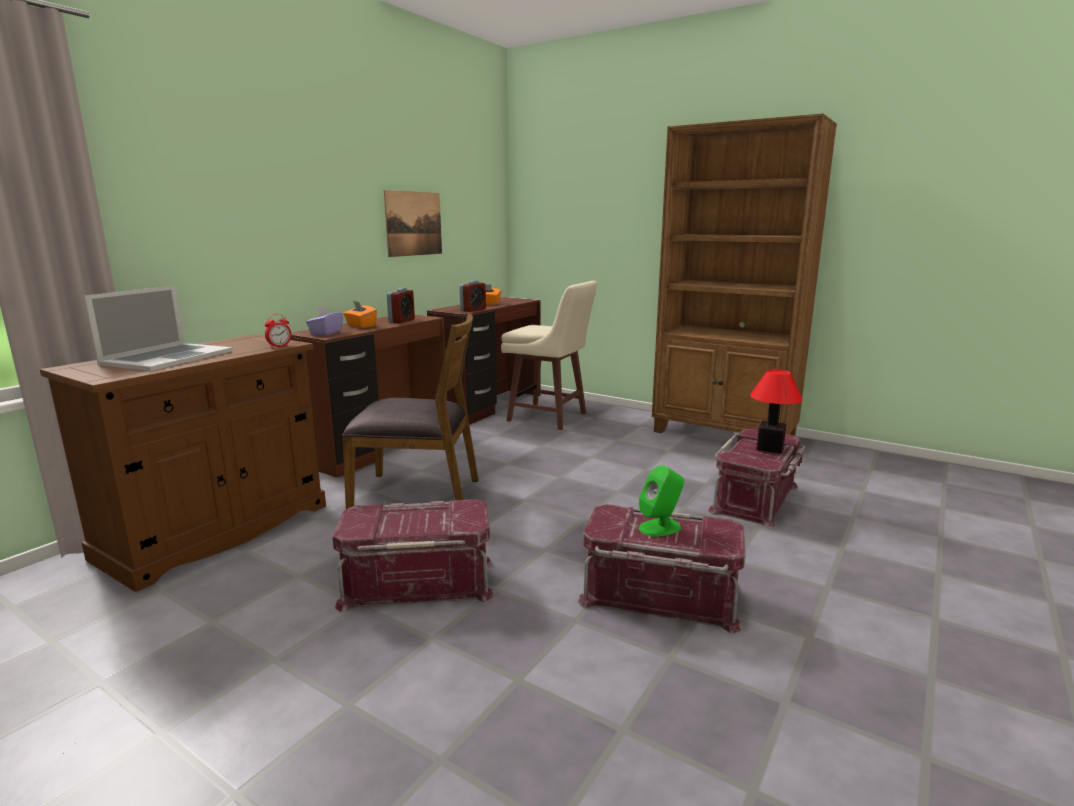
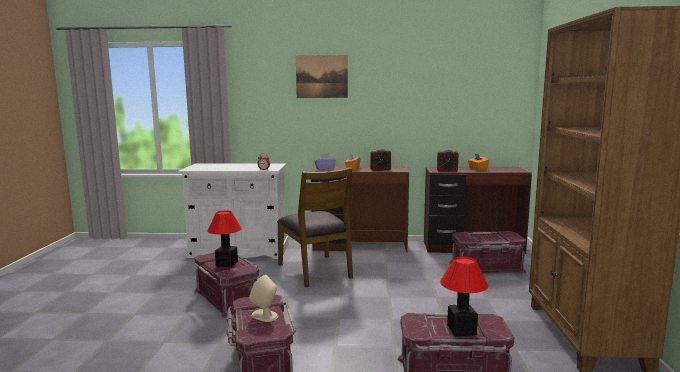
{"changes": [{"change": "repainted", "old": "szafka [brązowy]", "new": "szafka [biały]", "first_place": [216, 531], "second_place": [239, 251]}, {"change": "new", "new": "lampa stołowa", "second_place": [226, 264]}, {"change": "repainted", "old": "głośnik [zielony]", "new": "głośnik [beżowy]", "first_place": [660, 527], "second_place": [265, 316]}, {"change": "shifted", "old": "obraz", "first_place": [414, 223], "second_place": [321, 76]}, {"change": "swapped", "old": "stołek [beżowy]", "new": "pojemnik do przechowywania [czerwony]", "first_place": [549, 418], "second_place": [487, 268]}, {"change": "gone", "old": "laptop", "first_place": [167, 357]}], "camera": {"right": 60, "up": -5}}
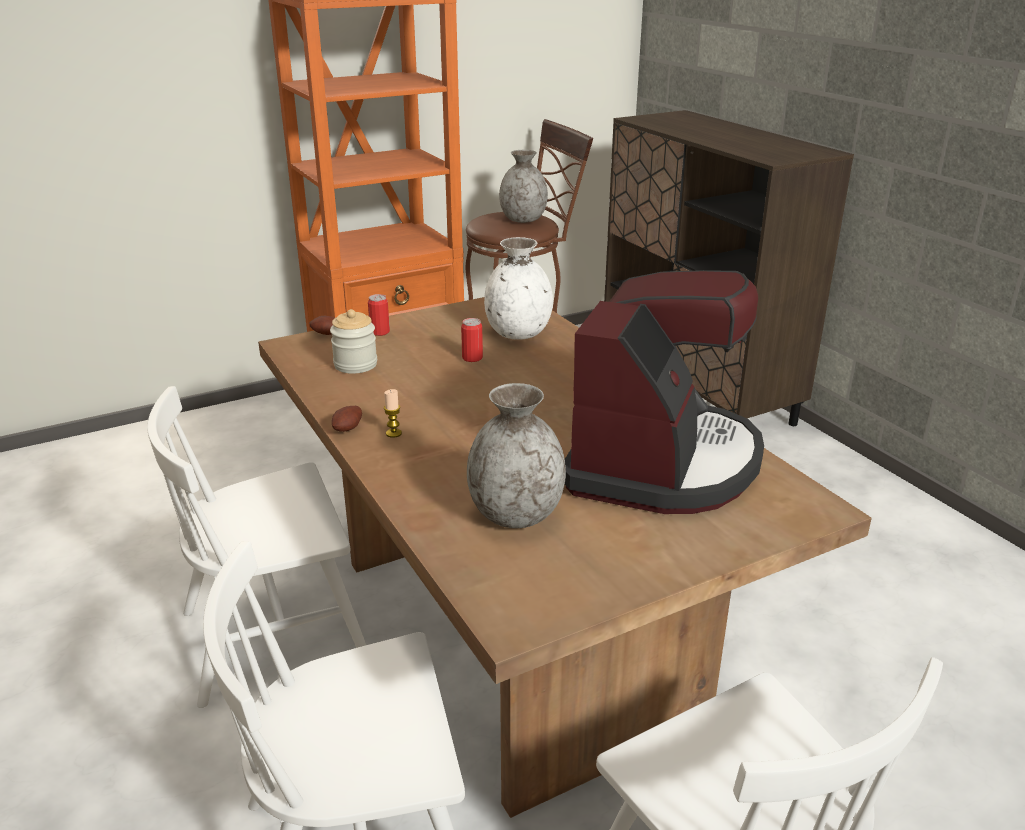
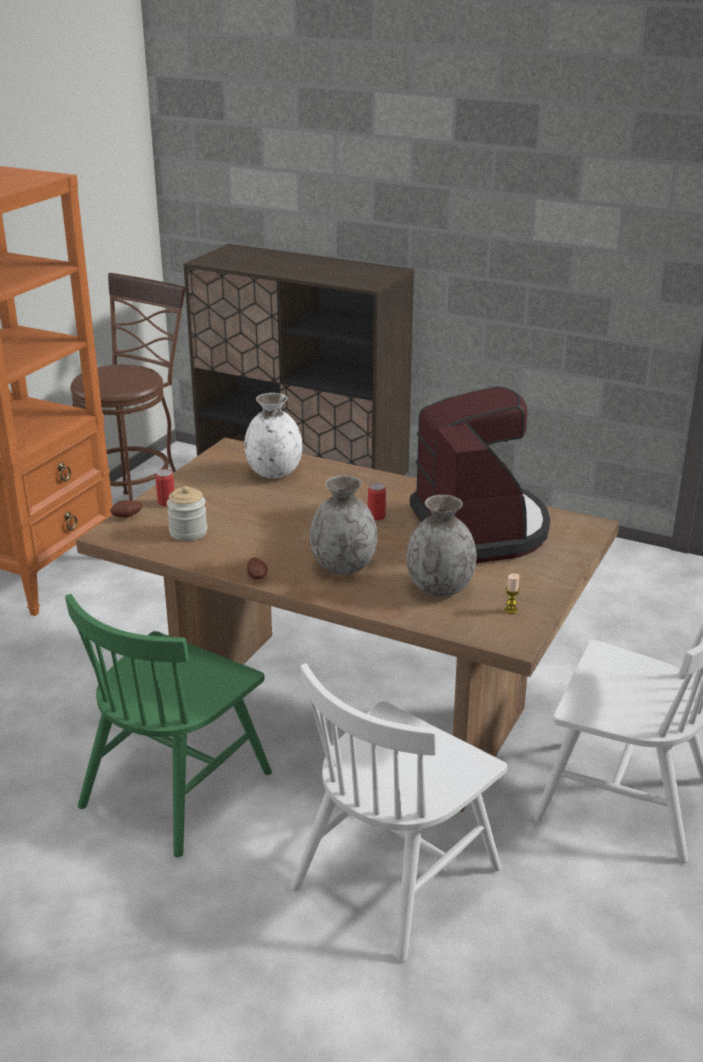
{"changes": [{"change": "repainted", "old": "krzesło [biały]", "new": "krzesło [zielony]", "first_place": [276, 635], "second_place": [176, 788]}, {"change": "shifted", "old": "wazon [szary]", "first_place": [523, 220], "second_place": [343, 566]}, {"change": "shifted", "old": "puszka", "first_place": [472, 358], "second_place": [376, 516]}, {"change": "shifted", "old": "świeca", "first_place": [393, 433], "second_place": [510, 610]}], "camera": {"right": -35, "up": 0}}
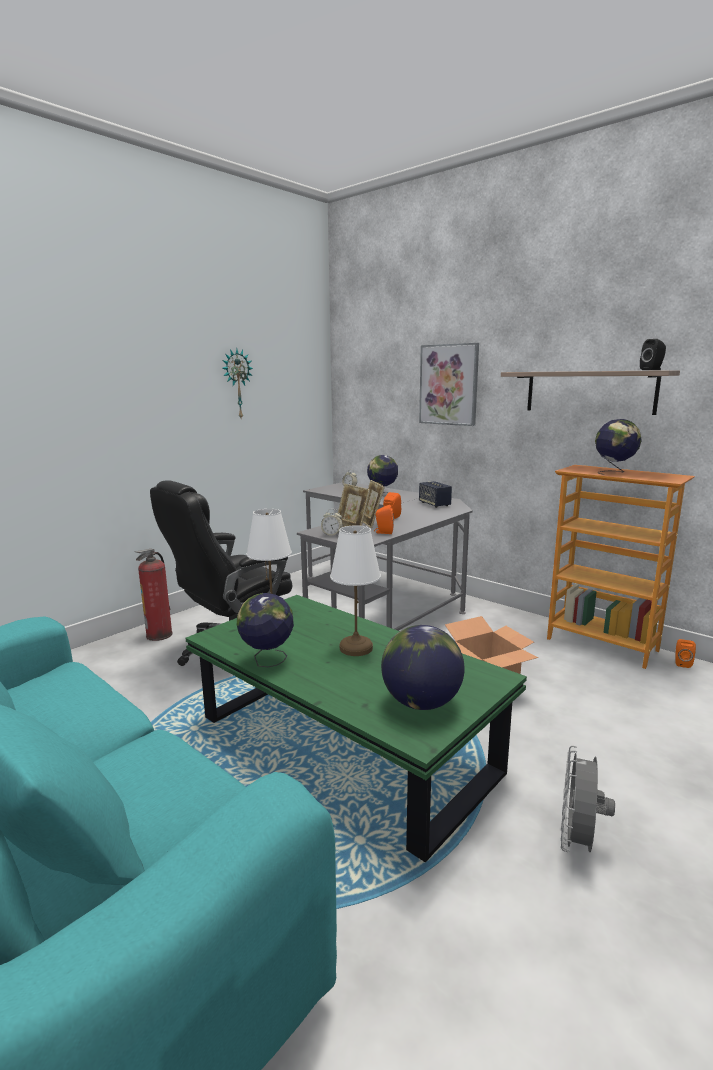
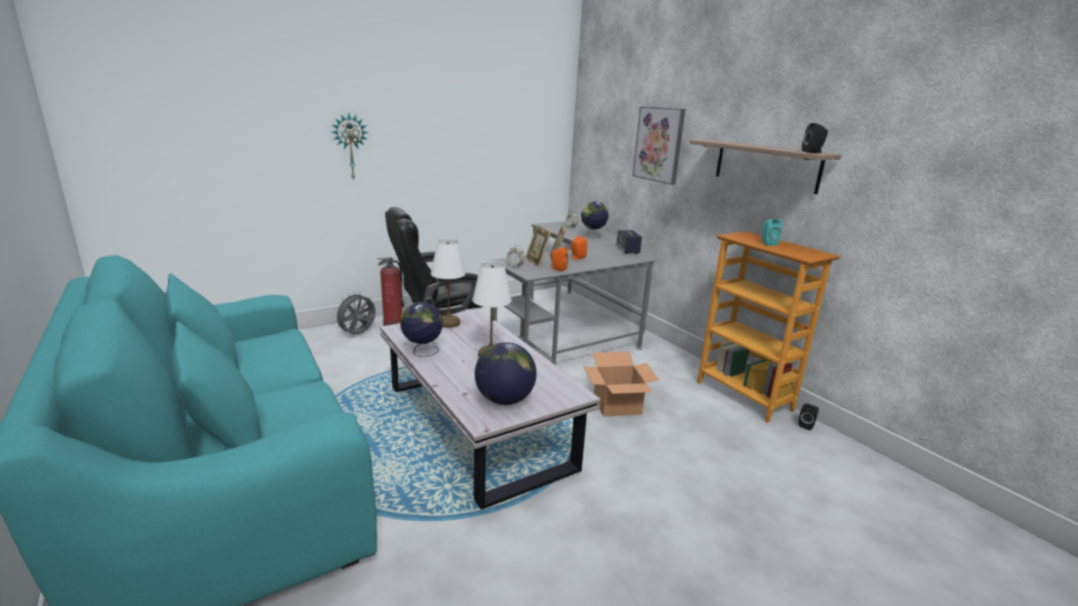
{"changes": [{"change": "shifted", "old": "zegar ścienny", "first_place": [237, 384], "second_place": [350, 147]}, {"change": "shifted", "old": "wentylator [szary]", "first_place": [577, 842], "second_place": [358, 334]}, {"change": "repainted", "old": "ława [zielony]", "new": "ława [biały]", "first_place": [344, 744], "second_place": [476, 425]}, {"change": "swapped", "old": "globus", "new": "głośnik [turkusowy]", "first_place": [614, 472], "second_place": [767, 243]}, {"change": "repainted", "old": "głośnik [pomarańczowy]", "new": "głośnik [czarny]", "first_place": [682, 663], "second_place": [806, 425]}], "camera": {"right": 15, "up": 5}}
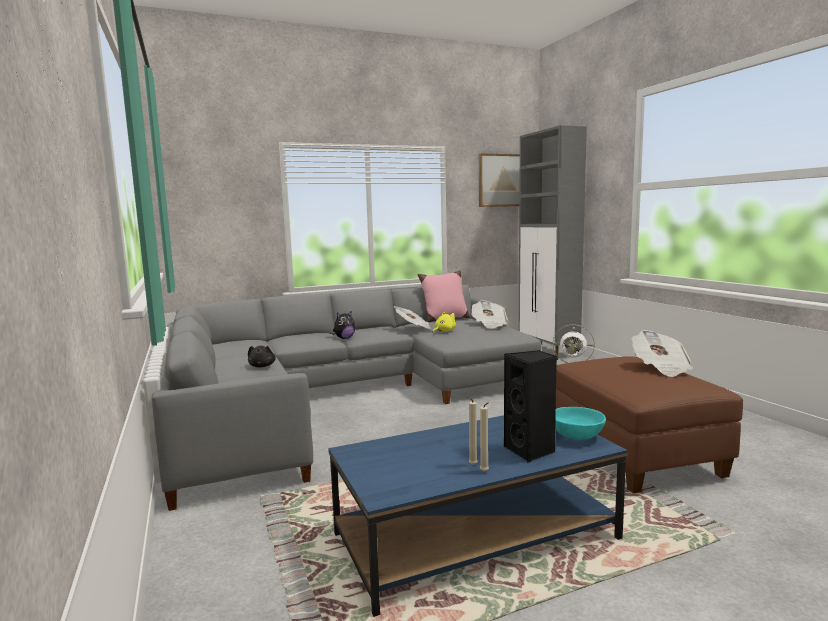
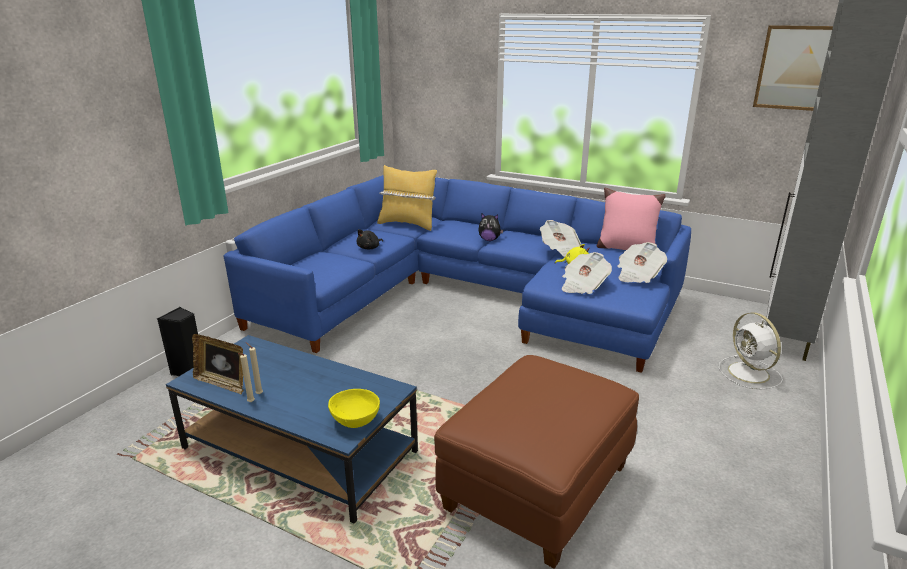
{"changes": [{"change": "shifted", "old": "głośnik [czarny]", "first_place": [531, 451], "second_place": [189, 371]}, {"change": "new", "new": "ramka na zdjęcie", "second_place": [222, 383]}, {"change": "repainted", "old": "kanapa [szary]", "new": "kanapa [niebieski]", "first_place": [340, 398], "second_place": [467, 295]}, {"change": "repainted", "old": "miska [turkusowy]", "new": "miska [żółty]", "first_place": [577, 436], "second_place": [355, 421]}, {"change": "new", "new": "poduszka [żółty]", "second_place": [407, 224]}, {"change": "shifted", "old": "gazeta", "first_place": [660, 368], "second_place": [583, 286]}], "camera": {"right": 50, "up": 15}}
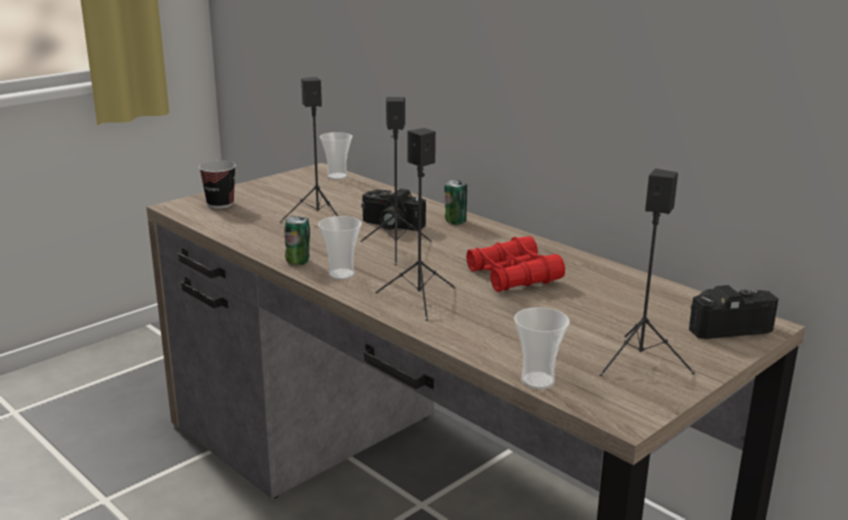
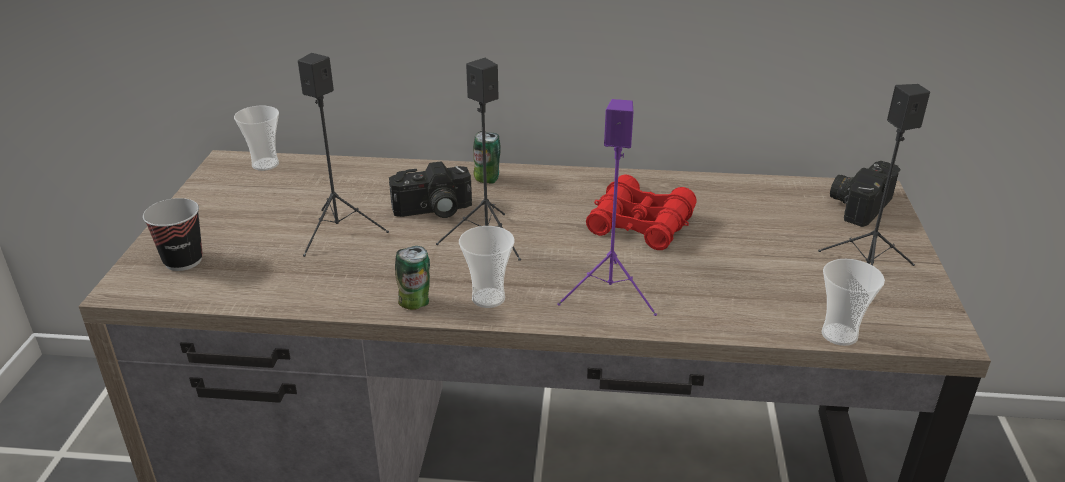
{"changes": [{"change": "repainted", "old": "głośnik [czarny]", "new": "głośnik [fioletowy]", "first_place": [419, 300], "second_place": [611, 293]}], "camera": {"right": -40, "up": 10}}
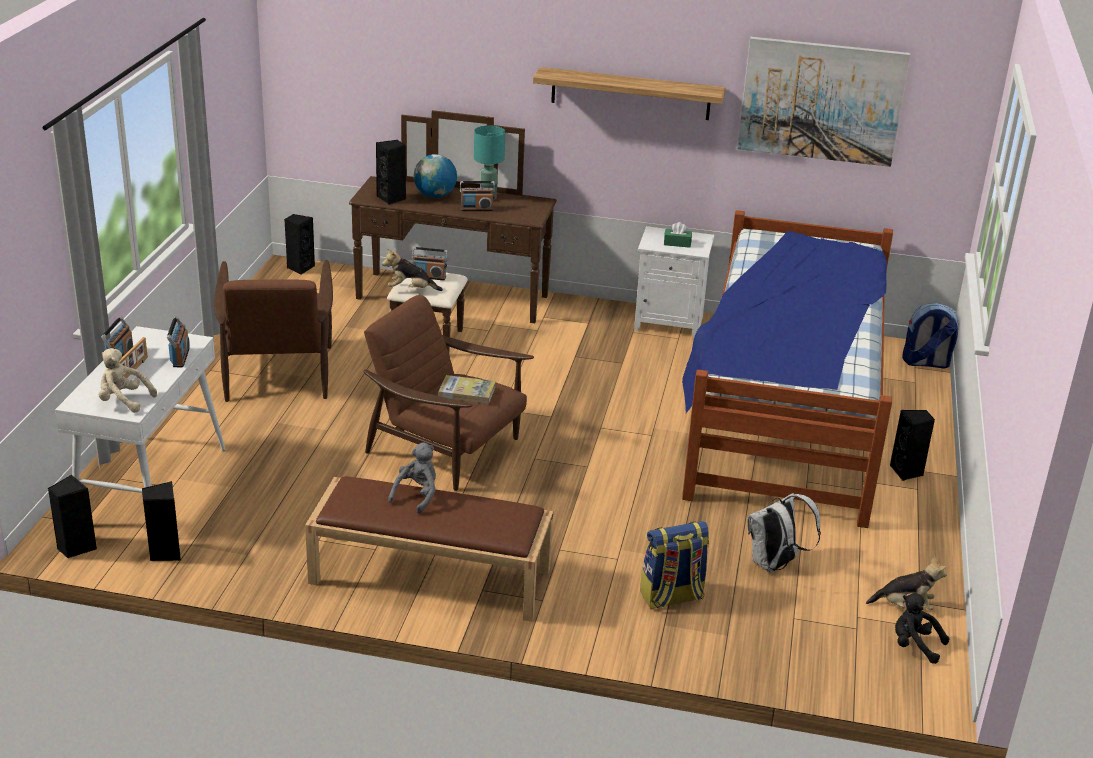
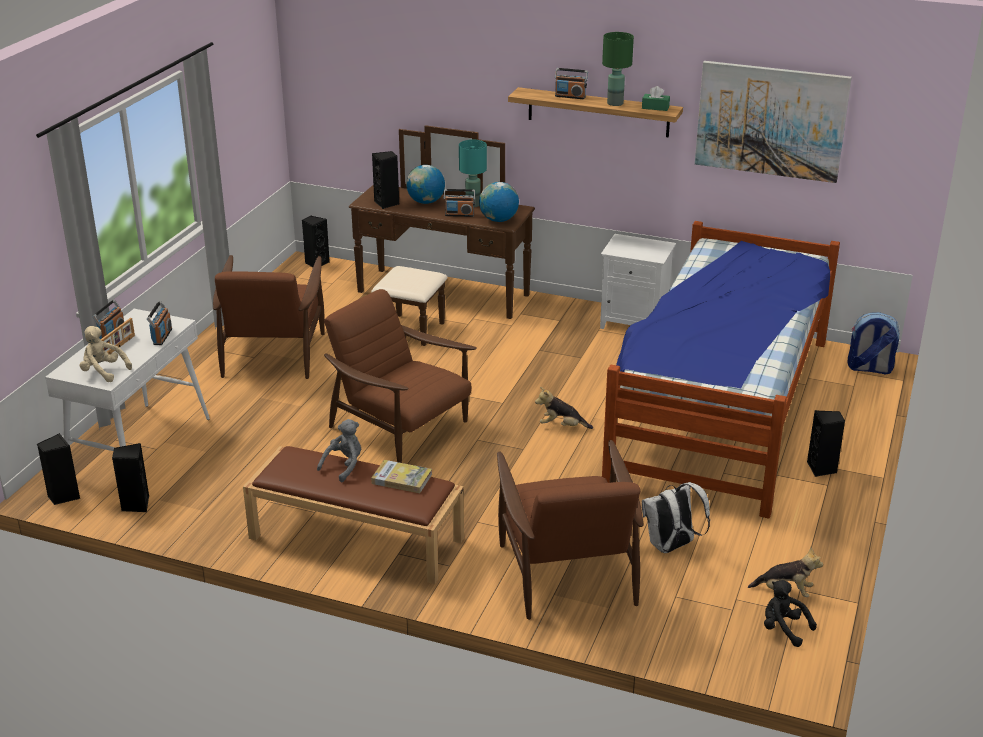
{"changes": [{"change": "shifted", "old": "książka", "first_place": [467, 392], "second_place": [401, 479]}, {"change": "new", "new": "globus", "second_place": [498, 220]}, {"change": "swapped", "old": "plecak", "new": "fotel [brązowy]", "first_place": [671, 597], "second_place": [567, 570]}, {"change": "shifted", "old": "pluszak", "first_place": [410, 290], "second_place": [562, 426]}, {"change": "shifted", "old": "radio", "first_place": [429, 277], "second_place": [570, 96]}, {"change": "new", "new": "lampa stołowa [zielony]", "second_place": [614, 103]}, {"change": "shifted", "old": "pudełko chusteczek [zielony]", "first_place": [677, 243], "second_place": [655, 107]}], "camera": {"right": 10, "up": 0}}
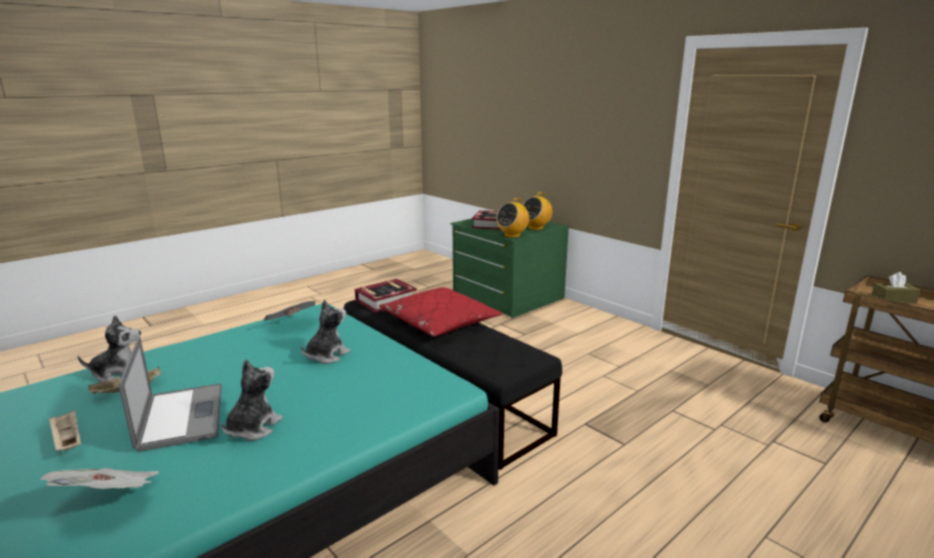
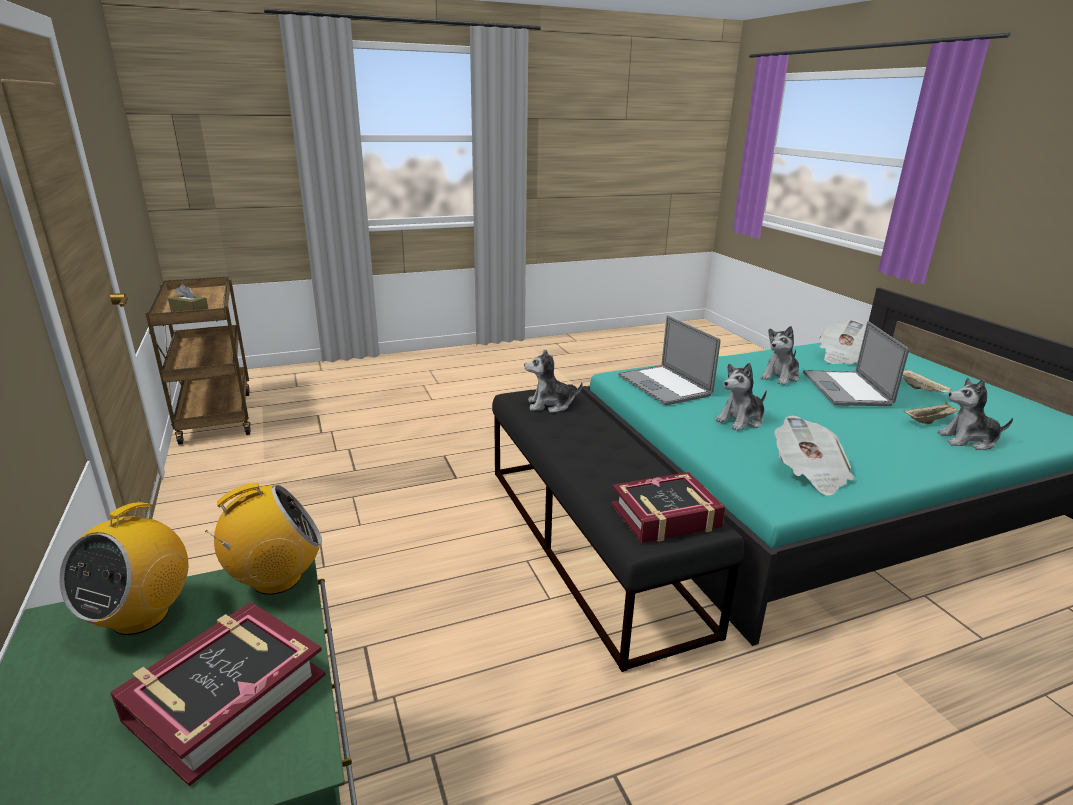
{"changes": [{"change": "rotated", "old": "radio", "first_place": [536, 228], "second_place": [141, 616], "degrees": 135}, {"change": "new", "new": "pluszak", "second_place": [550, 405]}, {"change": "new", "new": "laptop", "second_place": [664, 385]}, {"change": "gone", "old": "poduszka [czerwony]", "first_place": [440, 322]}], "camera": {"right": -160, "up": 5}}
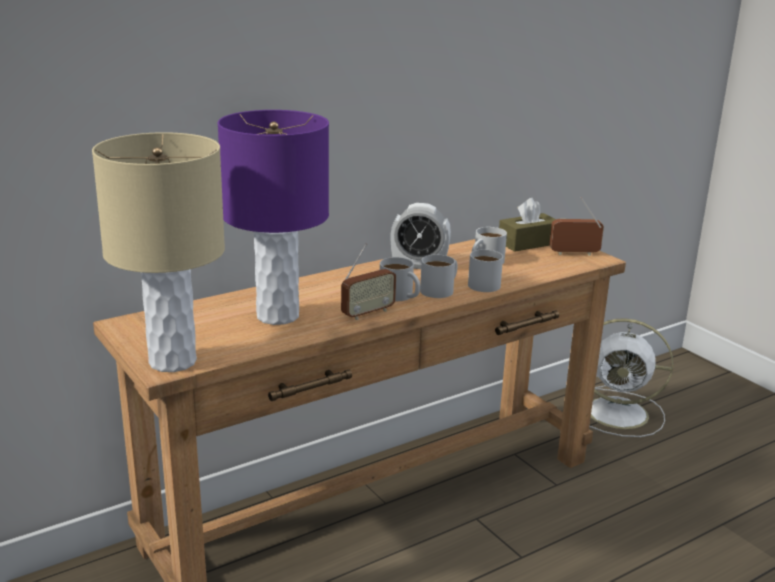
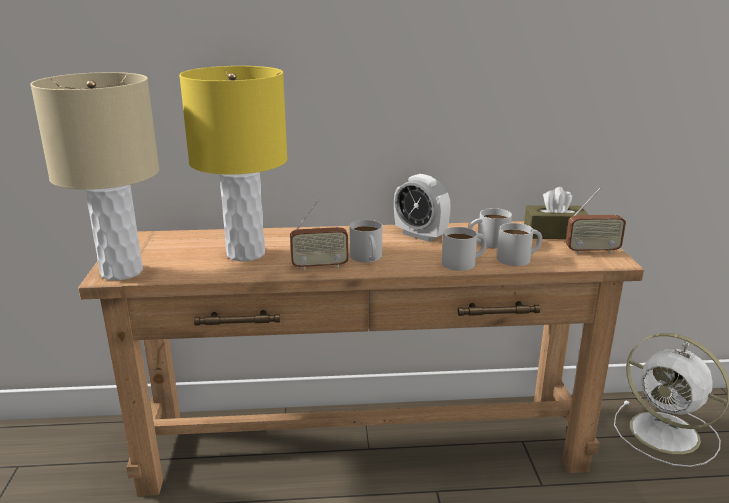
{"changes": [{"change": "repainted", "old": "lampa stołowa [fioletowy]", "new": "lampa stołowa [żółty]", "first_place": [277, 316], "second_place": [245, 254]}, {"change": "shifted", "old": "kubek [biały]", "first_place": [441, 289], "second_place": [519, 258]}, {"change": "rotated", "old": "radio", "first_place": [574, 254], "second_place": [592, 251], "degrees": 150}], "camera": {"right": 30, "up": 0}}
